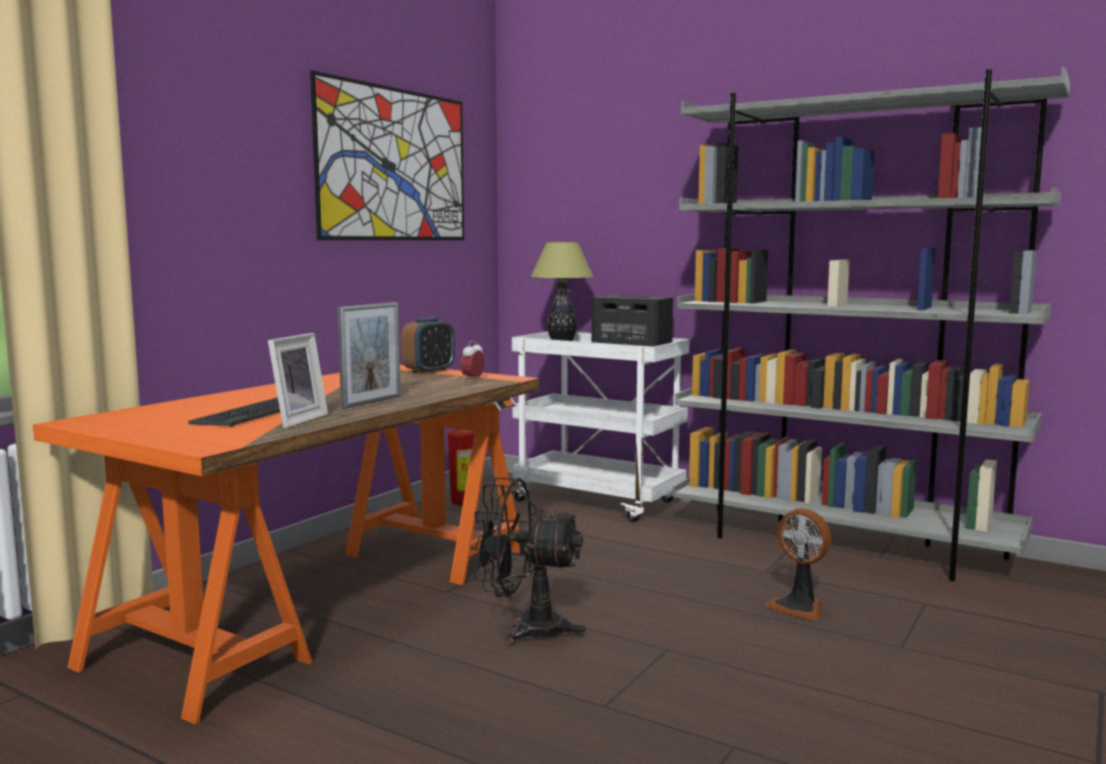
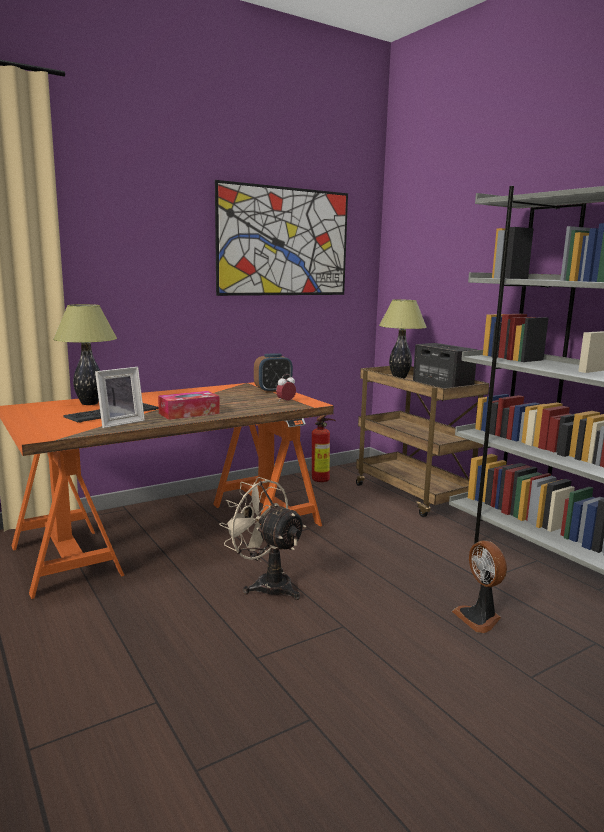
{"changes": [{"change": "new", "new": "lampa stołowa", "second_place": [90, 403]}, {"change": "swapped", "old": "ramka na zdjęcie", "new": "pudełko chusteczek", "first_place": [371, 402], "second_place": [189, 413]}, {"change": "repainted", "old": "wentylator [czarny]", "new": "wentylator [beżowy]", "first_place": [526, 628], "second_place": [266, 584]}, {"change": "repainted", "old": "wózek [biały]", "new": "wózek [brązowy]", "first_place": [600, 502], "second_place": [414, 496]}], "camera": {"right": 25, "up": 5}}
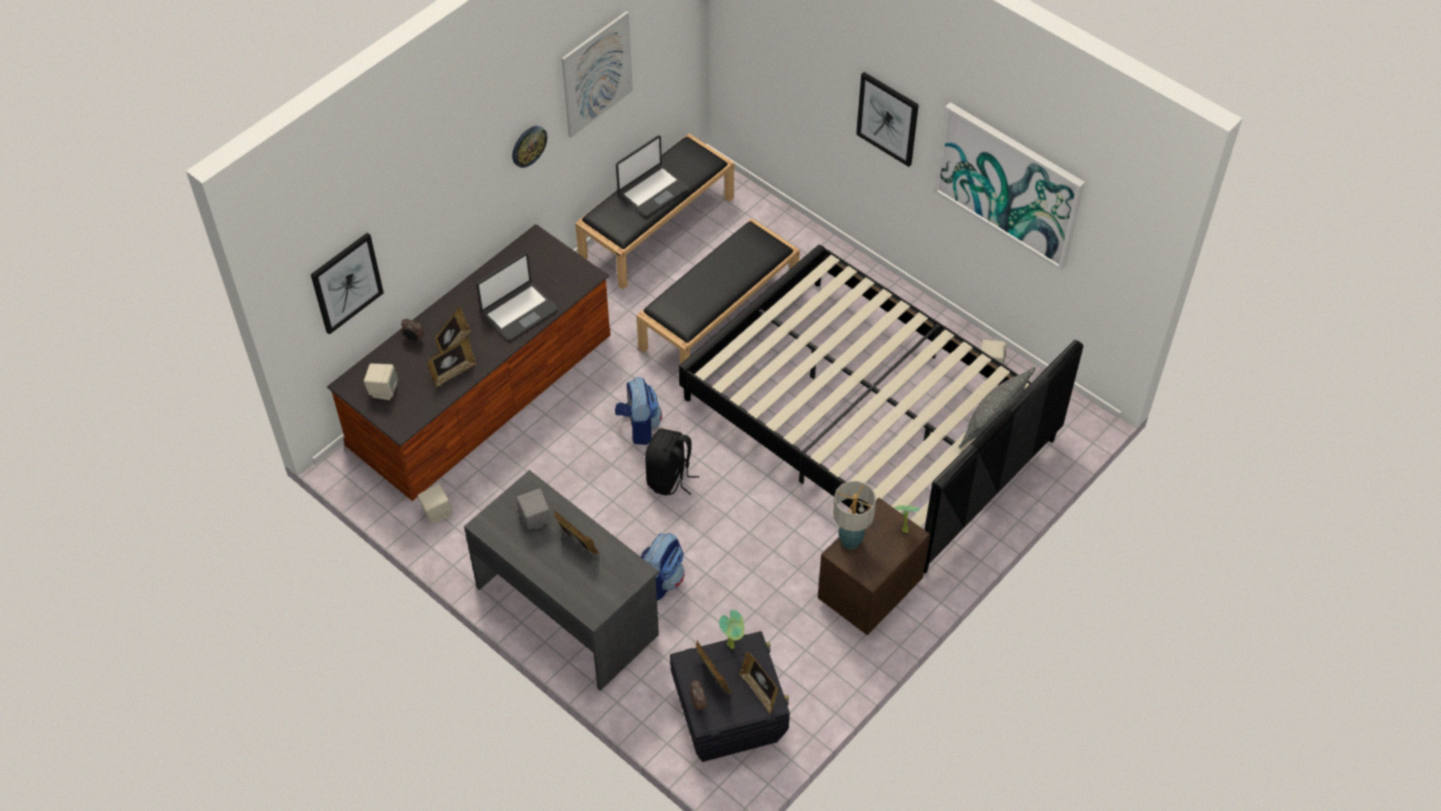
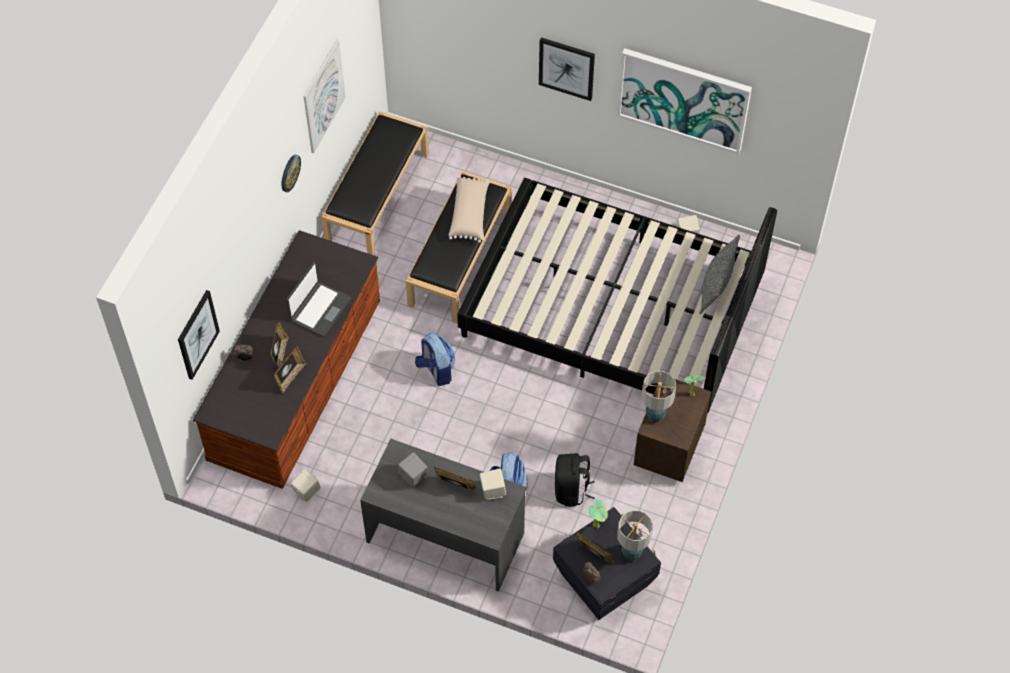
{"changes": [{"change": "new", "new": "poduszka [beżowy]", "second_place": [470, 214]}, {"change": "shifted", "old": "głośnik [beżowy]", "first_place": [383, 390], "second_place": [492, 491]}, {"change": "shifted", "old": "plecak [czarny]", "first_place": [669, 478], "second_place": [571, 490]}, {"change": "swapped", "old": "ramka na zdjęcie", "new": "lampa stołowa", "first_place": [759, 691], "second_place": [632, 553]}, {"change": "gone", "old": "laptop", "first_place": [652, 191]}], "camera": {"right": -20, "up": 5}}
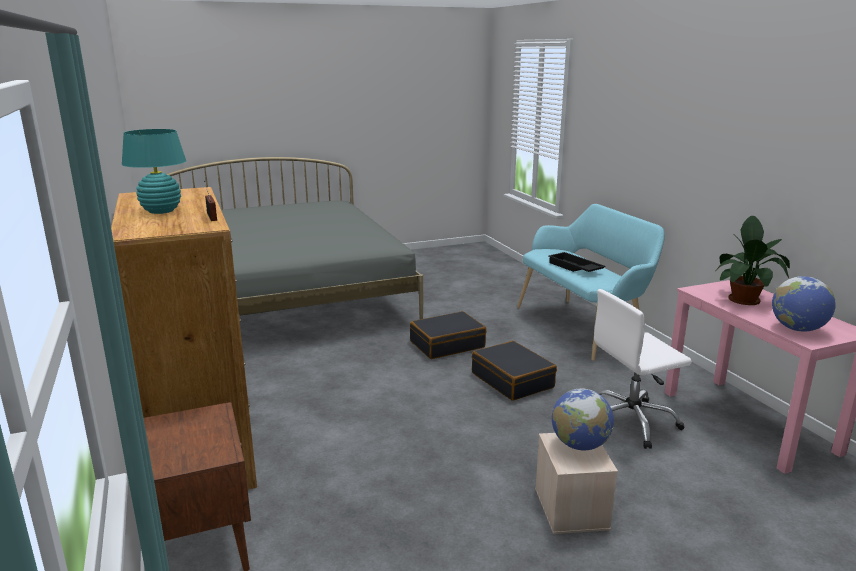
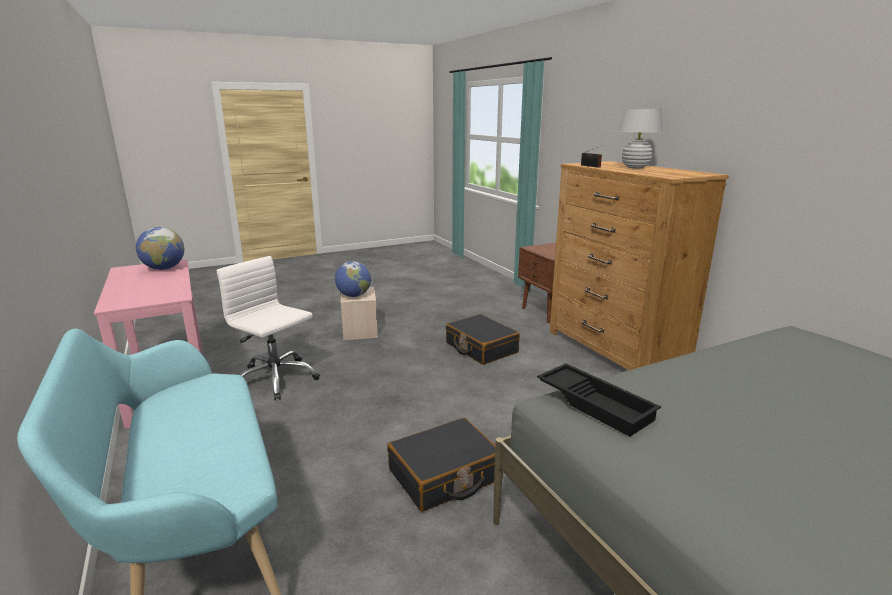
{"changes": [{"change": "rotated", "old": "krzesło biurowe [biały]", "first_place": [631, 422], "second_place": [275, 379], "degrees": -120}, {"change": "shifted", "old": "walizka [czarny]", "first_place": [512, 380], "second_place": [481, 348]}, {"change": "shifted", "old": "taca [czarny]", "first_place": [574, 268], "second_place": [596, 404]}, {"change": "repainted", "old": "lampa stołowa [turkusowy]", "new": "lampa stołowa [biały]", "first_place": [161, 211], "second_place": [635, 167]}, {"change": "gone", "old": "roślina doniczkowa", "first_place": [745, 299]}], "camera": {"right": 175, "up": 0}}
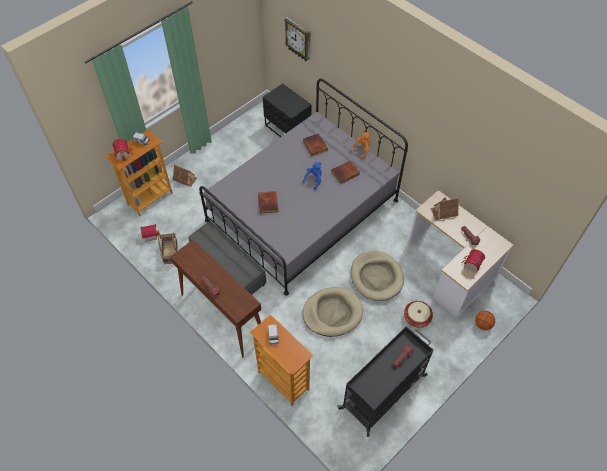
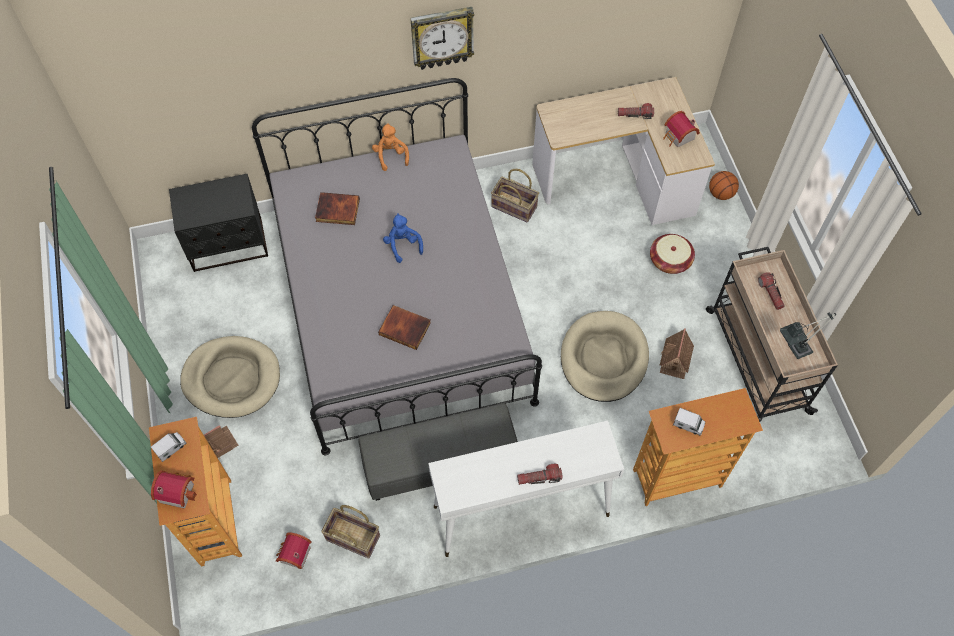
{"changes": [{"change": "shifted", "old": "legowisko [beżowy]", "first_place": [376, 277], "second_place": [232, 378]}, {"change": "shifted", "old": "zegar ścienny", "first_place": [299, 39], "second_place": [442, 37]}, {"change": "repainted", "old": "stolik konsolowy [brązowy]", "new": "stolik konsolowy [biały]", "first_place": [222, 315], "second_place": [520, 511]}, {"change": "new", "new": "koszyk", "second_place": [514, 206]}, {"change": "shifted", "old": "domek", "first_place": [444, 212], "second_place": [675, 359]}, {"change": "repainted", "old": "wózek [czarny]", "new": "wózek [beżowy]", "first_place": [384, 391], "second_place": [756, 359]}, {"change": "new", "new": "lampa stołowa", "second_place": [795, 351]}, {"change": "gone", "old": "książka", "first_place": [345, 173]}], "camera": {"right": -60, "up": 5}}
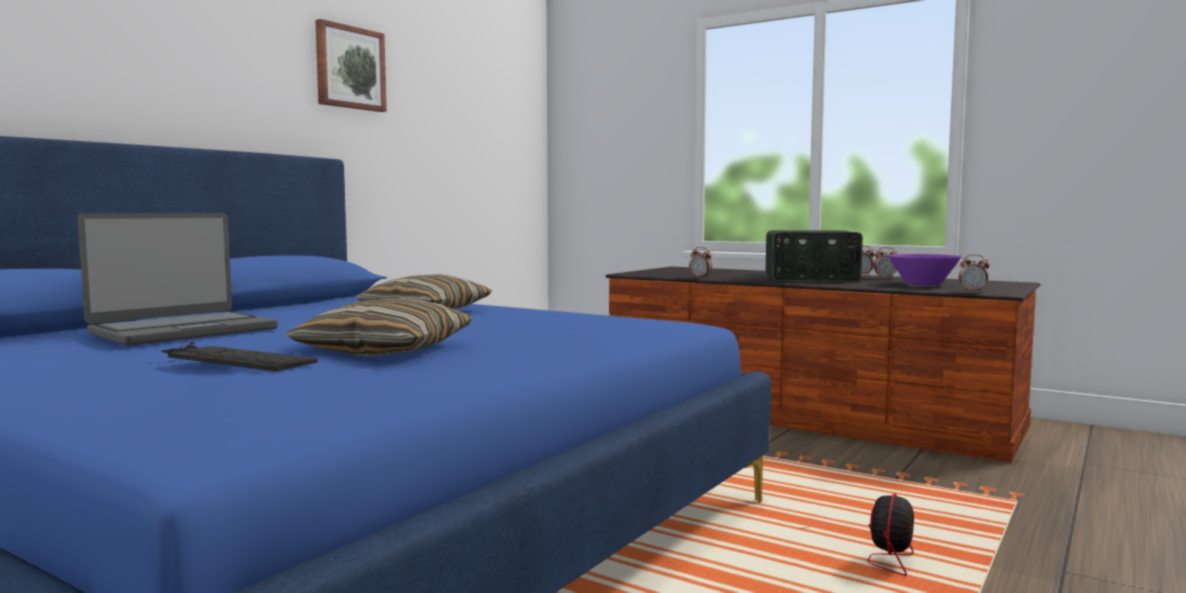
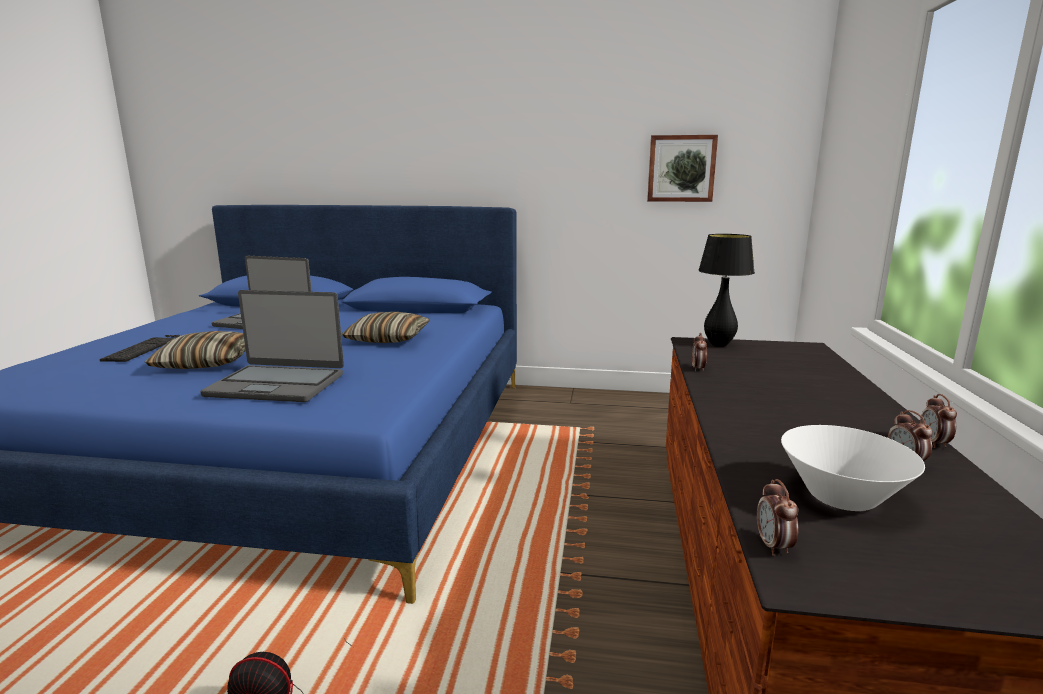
{"changes": [{"change": "new", "new": "laptop", "second_place": [277, 384]}, {"change": "shifted", "old": "obraz", "first_place": [349, 68], "second_place": [681, 168]}, {"change": "new", "new": "lampa stołowa [czarny]", "second_place": [719, 345]}, {"change": "repainted", "old": "miska [fioletowy]", "new": "miska [biały]", "first_place": [922, 284], "second_place": [841, 497]}, {"change": "gone", "old": "radio", "first_place": [811, 279]}], "camera": {"right": 65, "up": 10}}
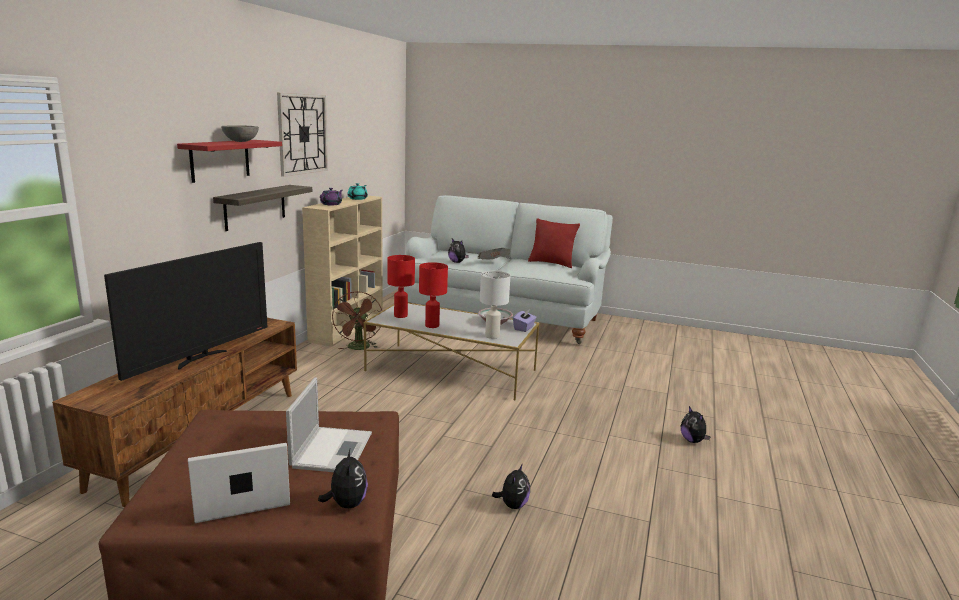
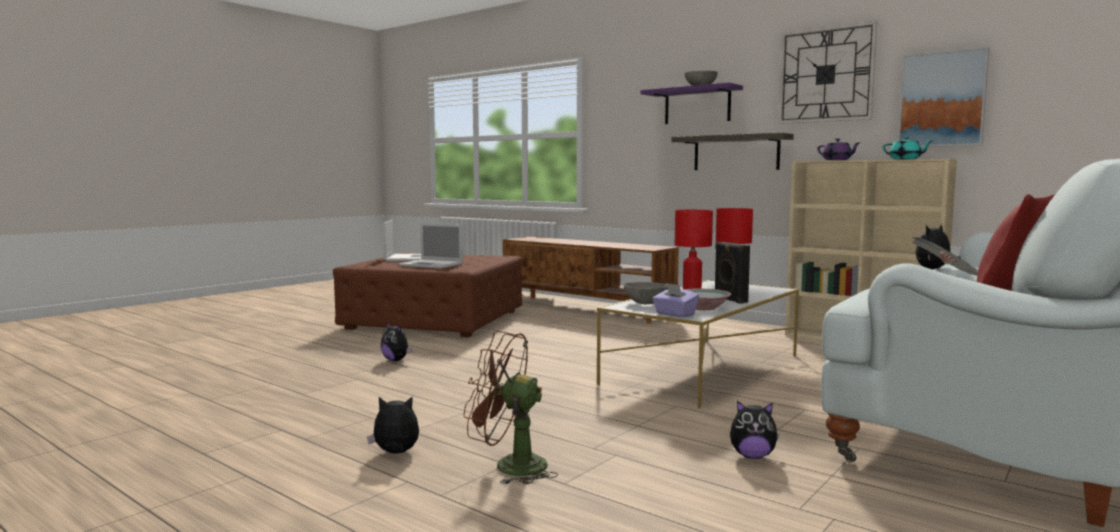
{"changes": [{"change": "shifted", "old": "wentylator [brązowy]", "first_place": [359, 348], "second_place": [509, 466]}, {"change": "swapped", "old": "lampa stołowa [biały]", "new": "miska [szary]", "first_place": [492, 336], "second_place": [646, 303]}, {"change": "repainted", "old": "półka [czerwony]", "new": "półka [fioletowy]", "first_place": [220, 160], "second_place": [697, 106]}, {"change": "new", "new": "głośnik [czarny]", "second_place": [729, 300]}, {"change": "shifted", "old": "pluszak", "first_place": [346, 504], "second_place": [752, 456]}, {"change": "new", "new": "obraz", "second_place": [942, 99]}, {"change": "gone", "old": "telewizor", "first_place": [200, 358]}], "camera": {"right": 110, "up": -10}}
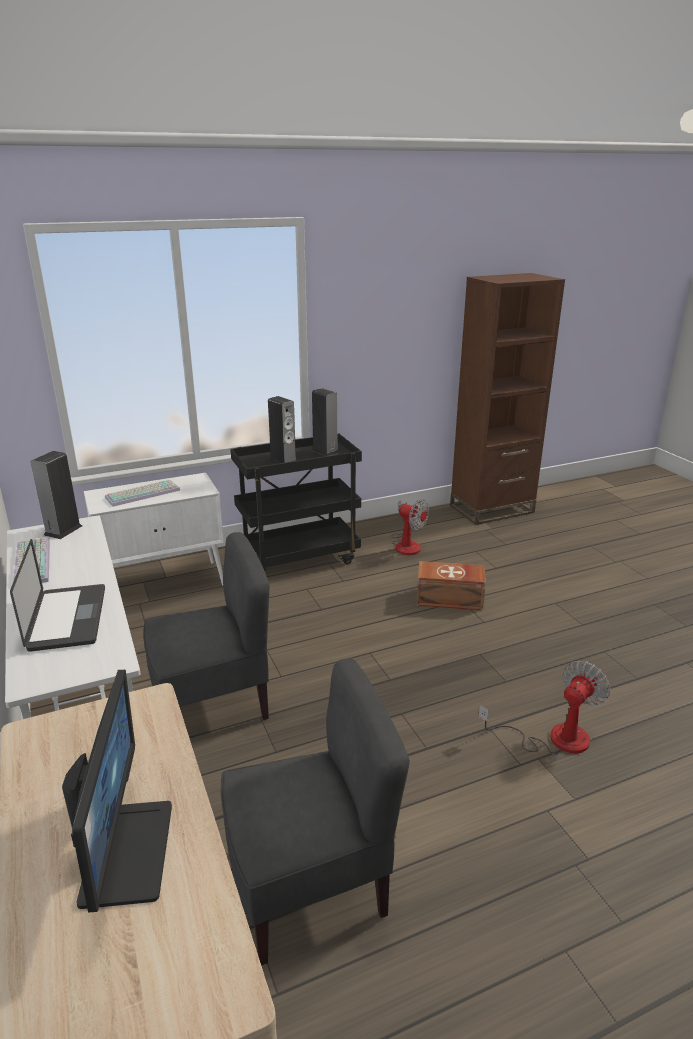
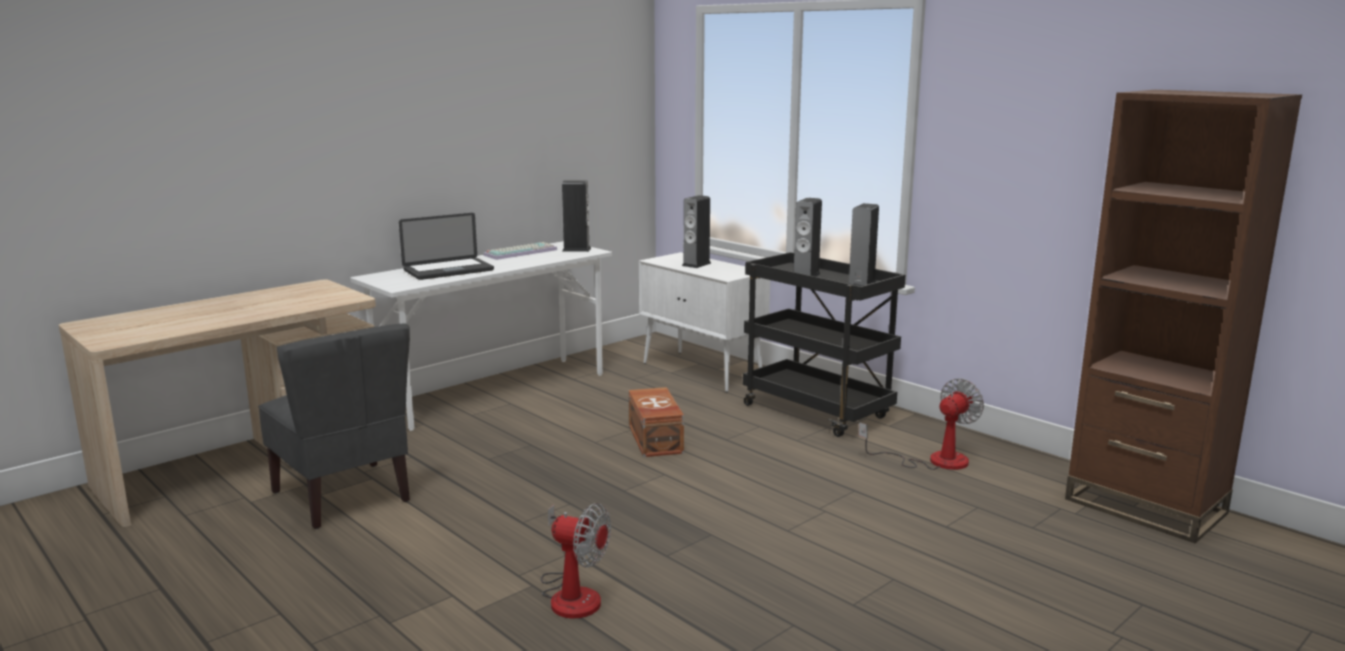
{"changes": [{"change": "shifted", "old": "pojemnik do przechowywania [brązowy]", "first_place": [450, 599], "second_place": [654, 440]}, {"change": "swapped", "old": "klawiatura", "new": "głośnik", "first_place": [143, 493], "second_place": [696, 264]}, {"change": "rotated", "old": "wentylator", "first_place": [406, 544], "second_place": [934, 461], "degrees": -150}, {"change": "gone", "old": "monitor", "first_place": [125, 851]}, {"change": "gone", "old": "krzesło [szary]", "first_place": [213, 703]}], "camera": {"right": 70, "up": -10}}
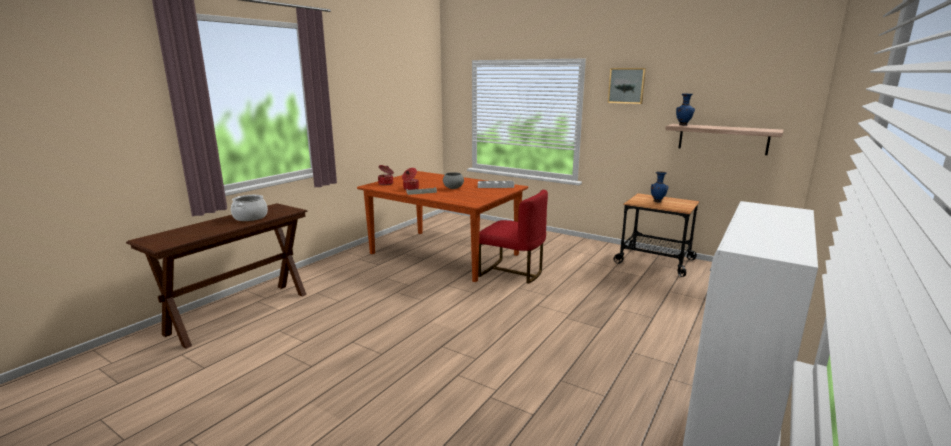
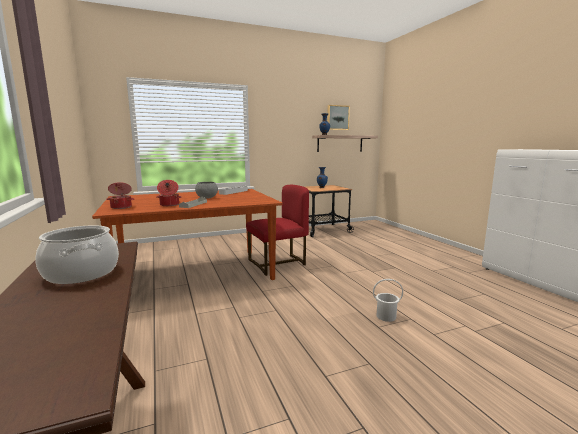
{"changes": [{"change": "shifted", "old": "obraz", "first_place": [626, 85], "second_place": [337, 117]}, {"change": "new", "new": "wiadro [biały]", "second_place": [386, 316]}], "camera": {"right": -55, "up": -5}}
